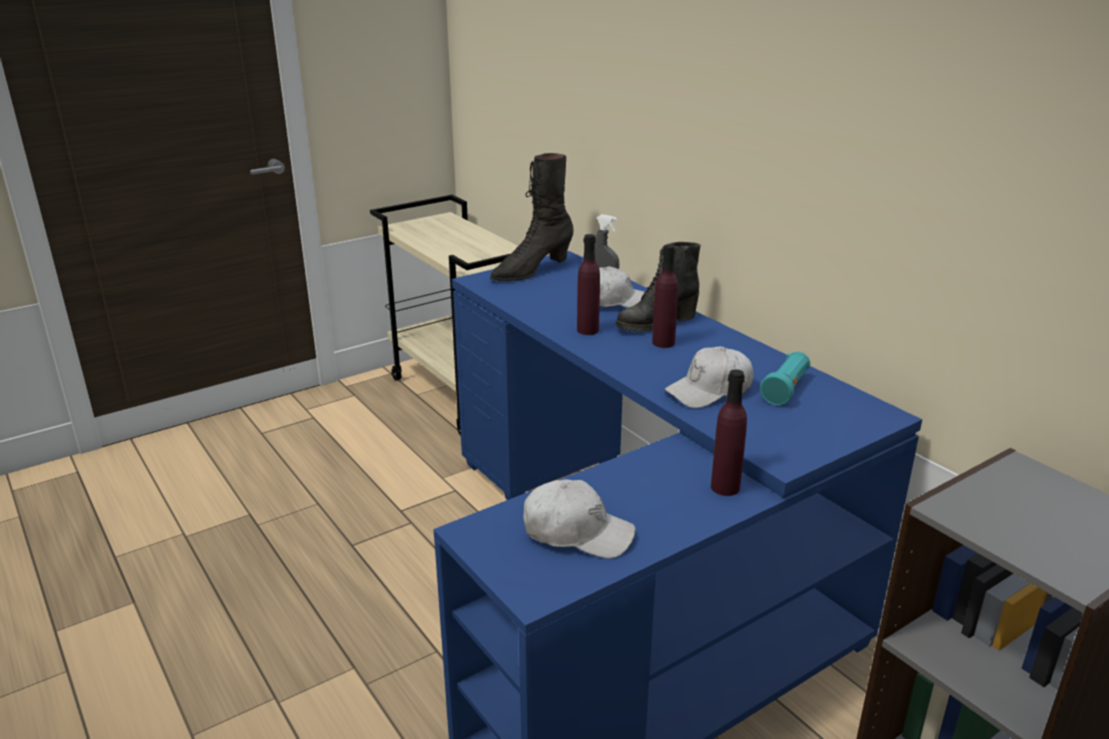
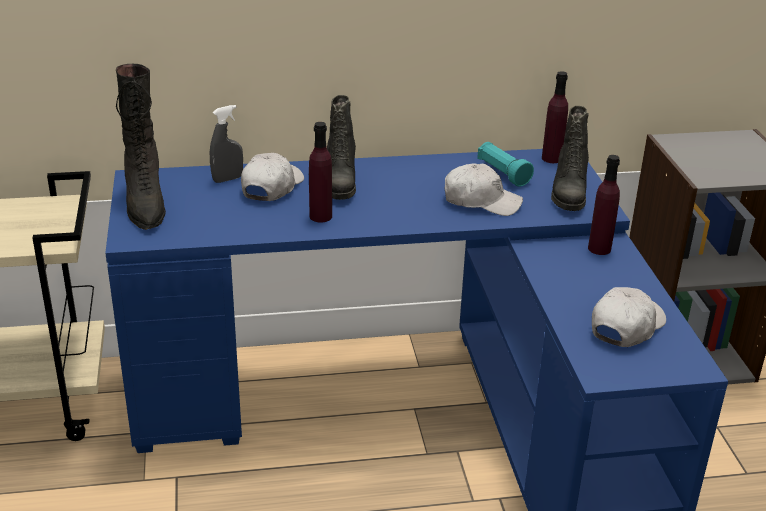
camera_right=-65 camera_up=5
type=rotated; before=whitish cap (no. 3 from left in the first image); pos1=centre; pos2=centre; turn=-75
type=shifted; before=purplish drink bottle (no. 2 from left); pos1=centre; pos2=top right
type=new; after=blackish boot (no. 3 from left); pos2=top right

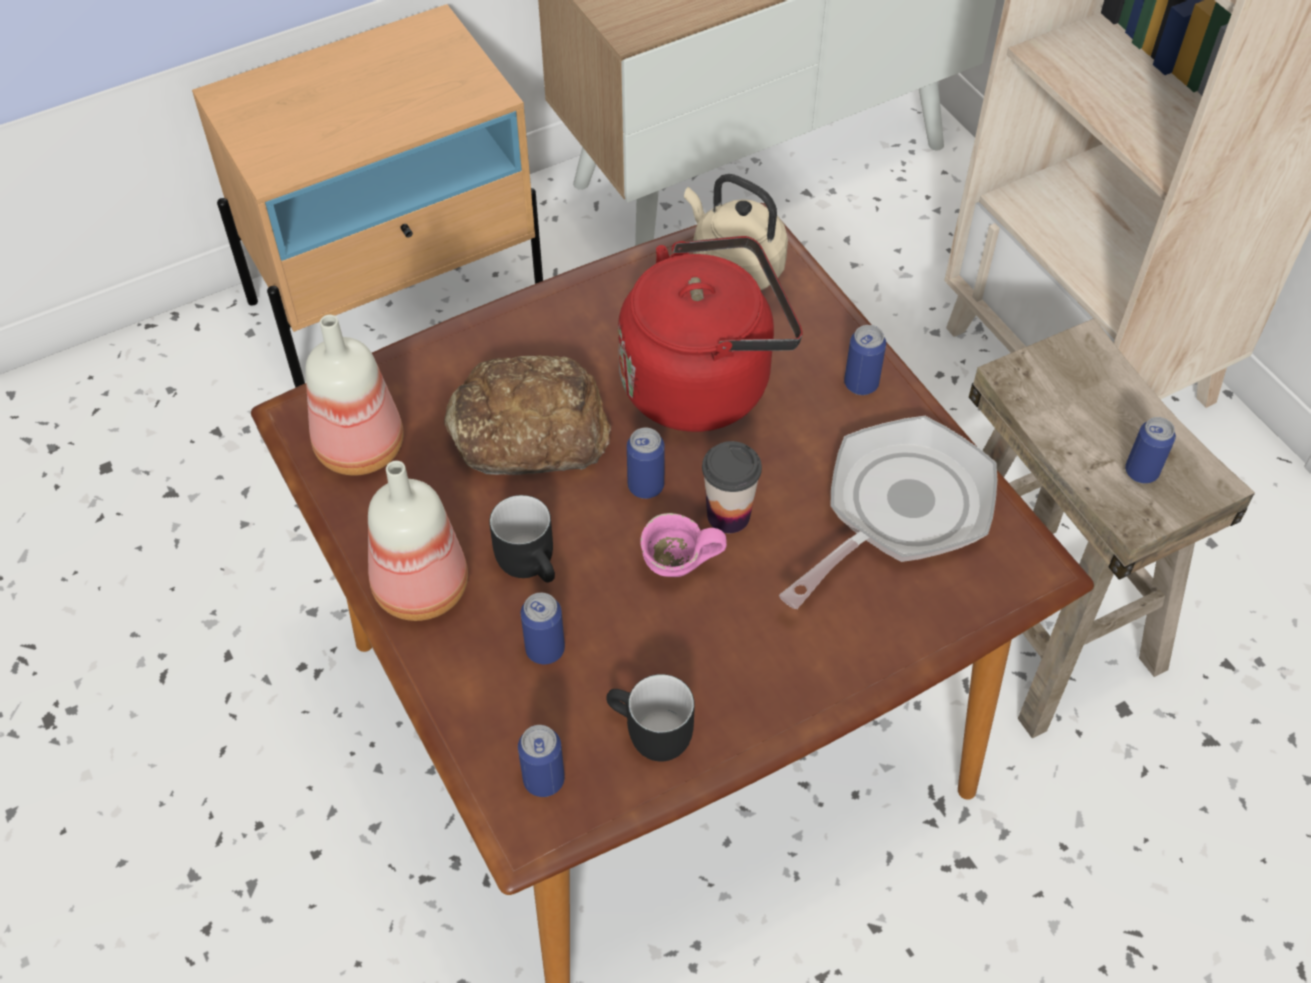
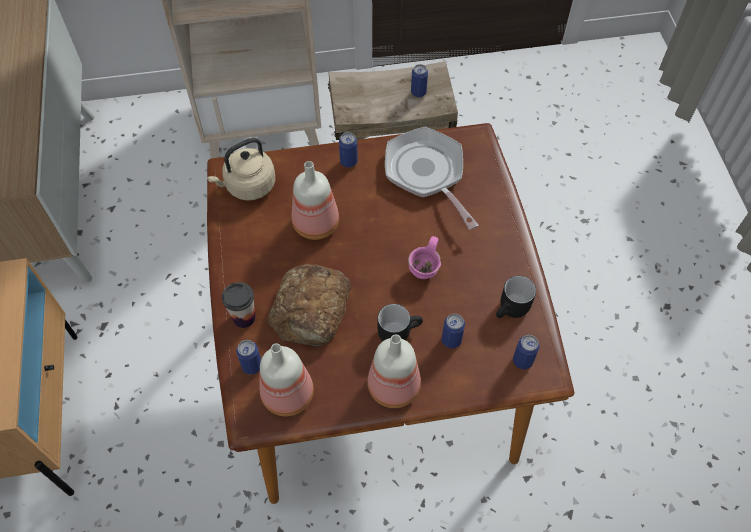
camera_right=-70 camera_up=5
type=shifted; before=small cup; pos1=centre; pos2=middle left
type=shifted; before=sealed can (no. 3 from left in the first image); after=sealed can (no. 1 from left); pos1=centre; pos2=bottom left
type=swapped; before=reddish kettle; after=drink bottle (no. 2 from left); pos1=centre; pos2=centre

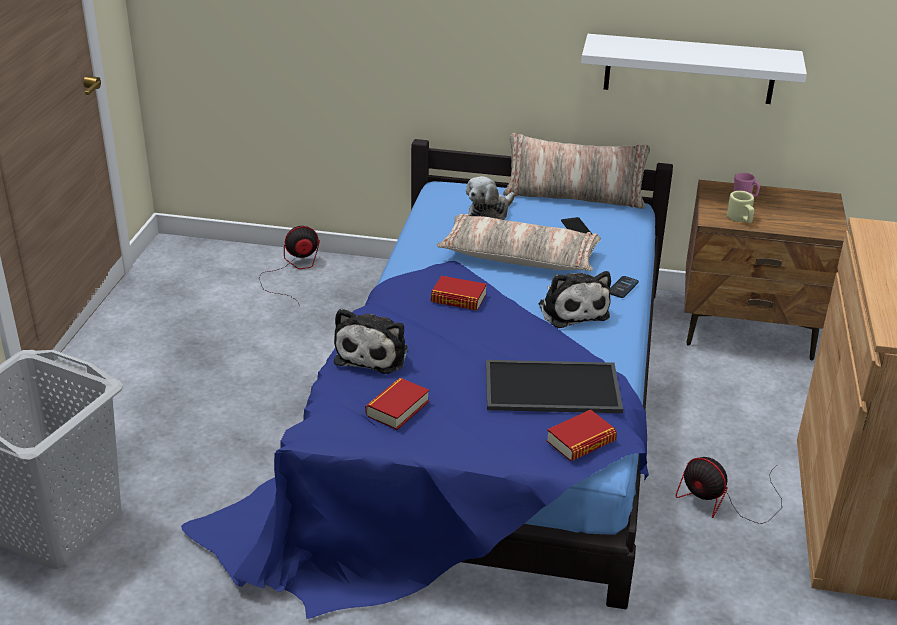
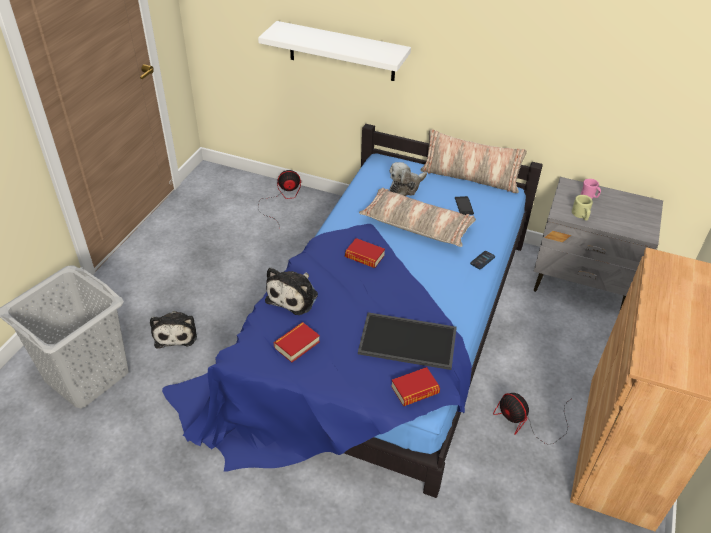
camera_right=10 camera_up=10
type=shifted; before=cuddly toy (no. 3 from left in the first image); after=cuddly toy (no. 1 from left); pos1=centre; pos2=middle left
type=shifted; before=whitish shelf; pos1=top right; pos2=top centre
type=repainted; before=brown-coloured nightstand; after=greyish nightstand; pos1=middle right; pos2=middle right

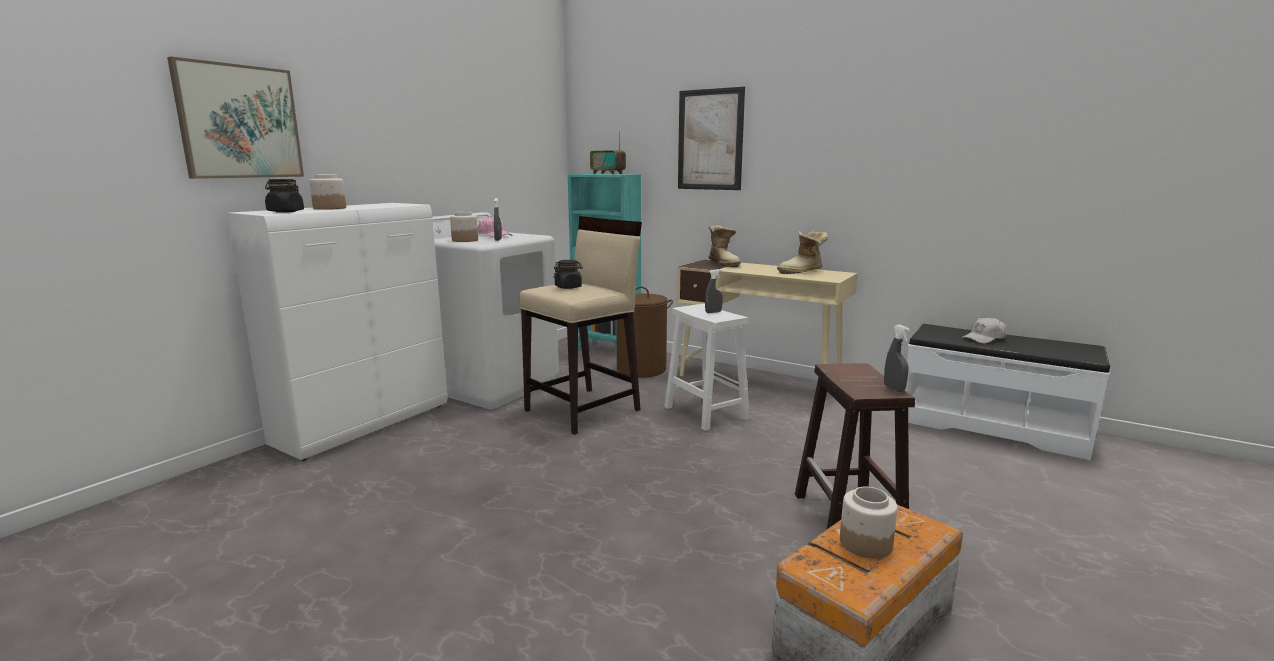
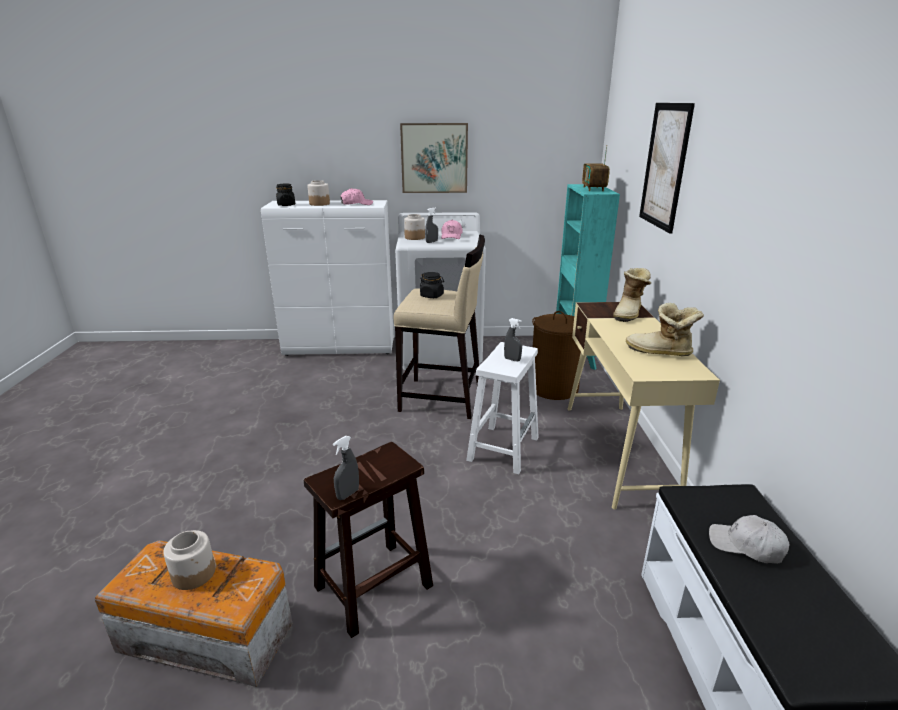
camera_right=55 camera_up=10
type=new; after=pinkish cap (no. 1 from left); pos2=top centre
type=shifted; before=picture (no. 1 from left); pos1=top left; pos2=top centre

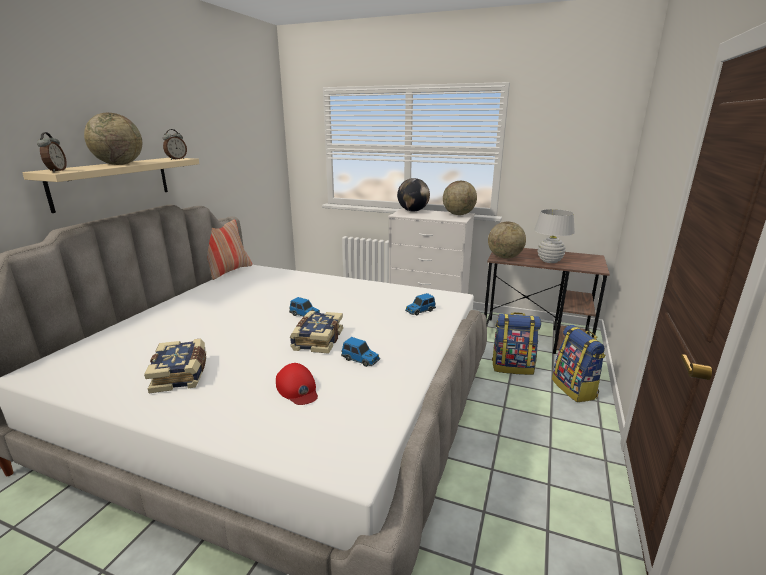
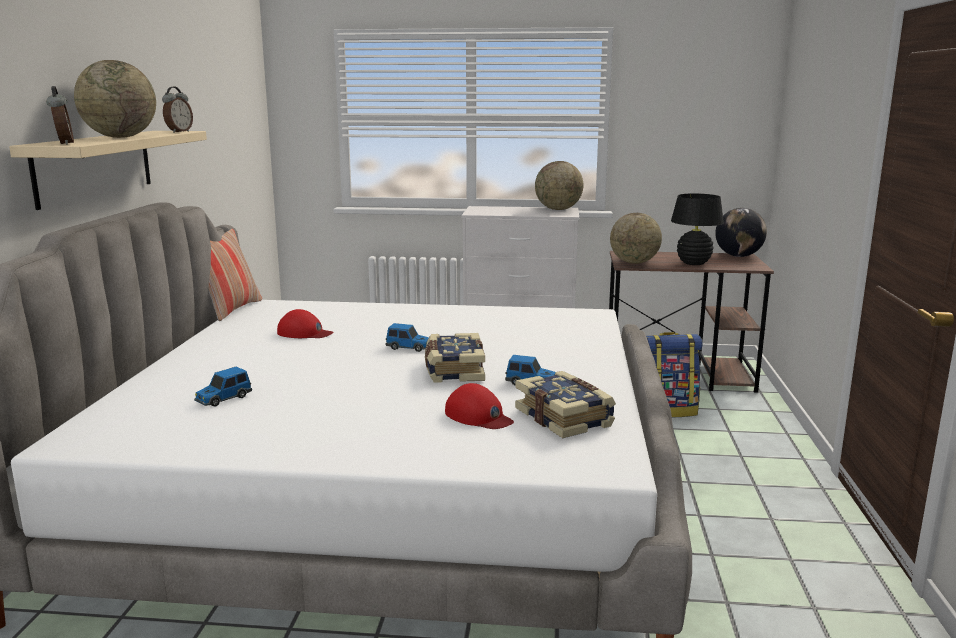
camera_right=-15 camera_up=-5
type=shifted; before=model car (no. 3 from left in the first image); after=model car (no. 1 from left); pos1=centre; pos2=middle left
type=new; after=reddish cap (no. 1 from left); pos2=middle left
type=shifted; before=bound book (no. 1 from left in the first image); after=bound book (no. 2 from left); pos1=middle left; pos2=centre
type=repainted; before=whitish tabletop lamp; after=blackish tabletop lamp; pos1=middle right; pos2=middle right
type=shifted; before=world globe (no. 2 from left in the first image); after=world globe (no. 4 from left); pos1=centre; pos2=middle right
type=gone; before=backpack (no. 2 from left); pos1=middle right

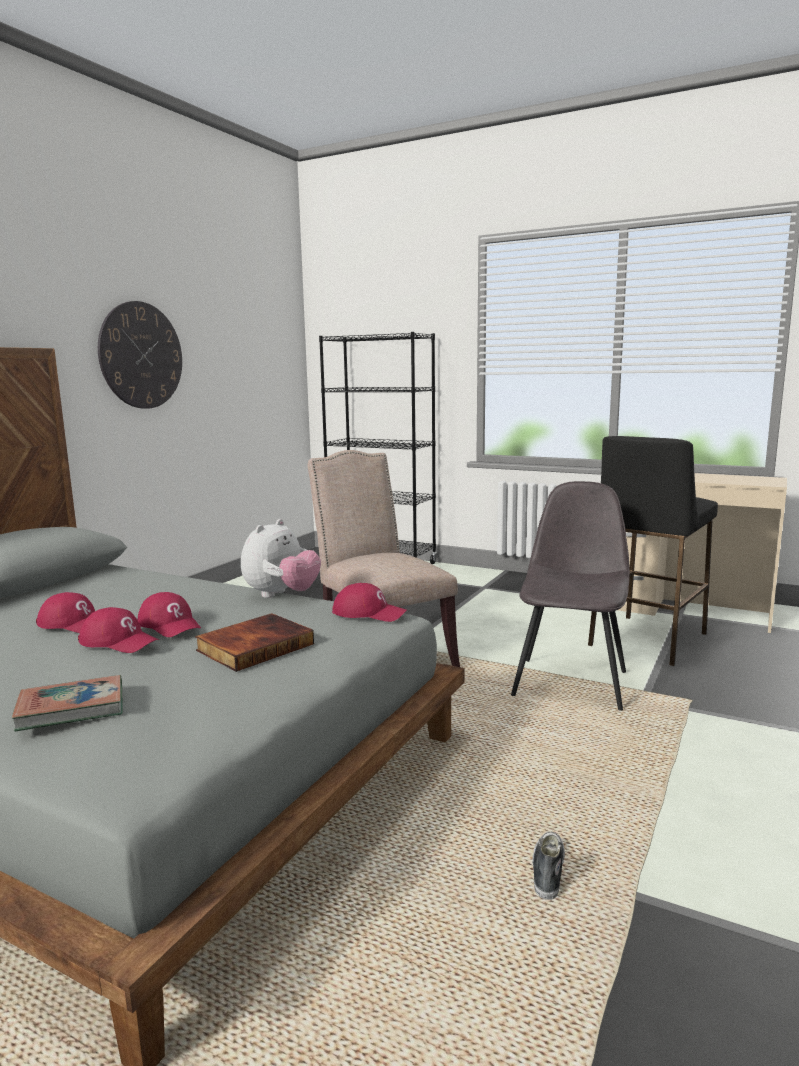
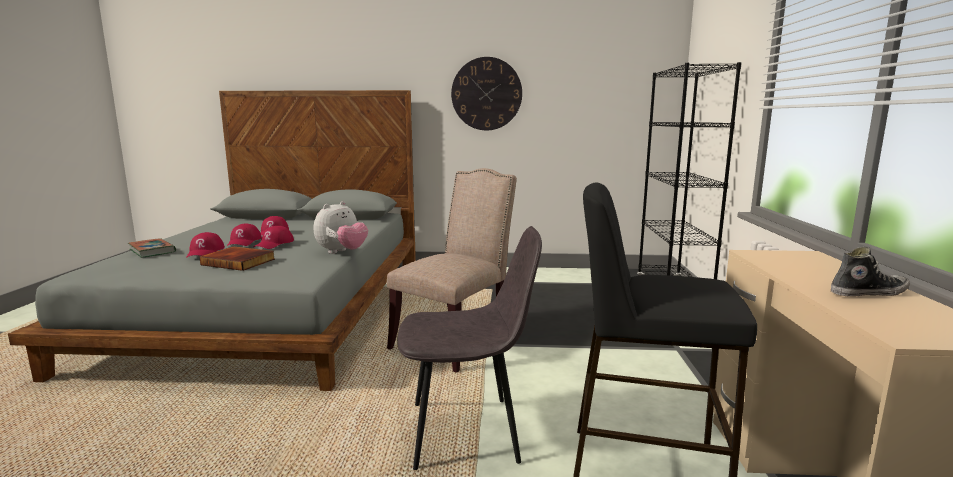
camera_right=65 camera_up=0
type=shifted; before=reddish cap (no. 4 from left in the first image); after=reddish cap (no. 1 from left); pos1=centre; pos2=middle left
type=rotated; before=cuddly toy; pos1=centre; pos2=centre; turn=-60
type=shifted; before=low shoe; pos1=bottom right; pos2=middle right

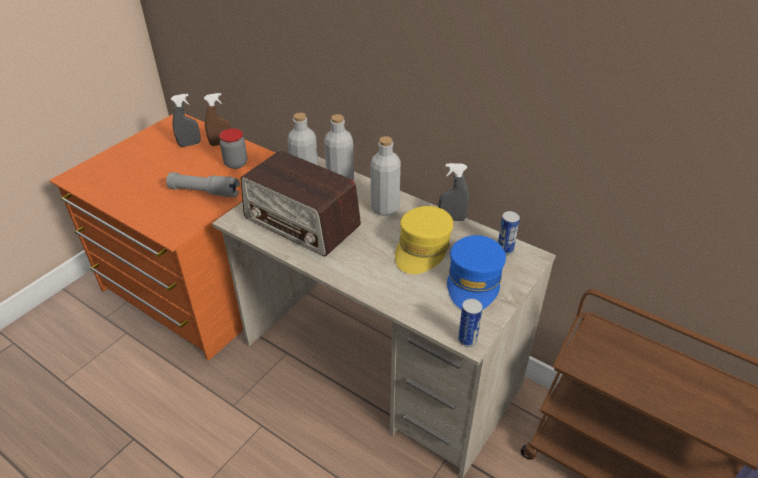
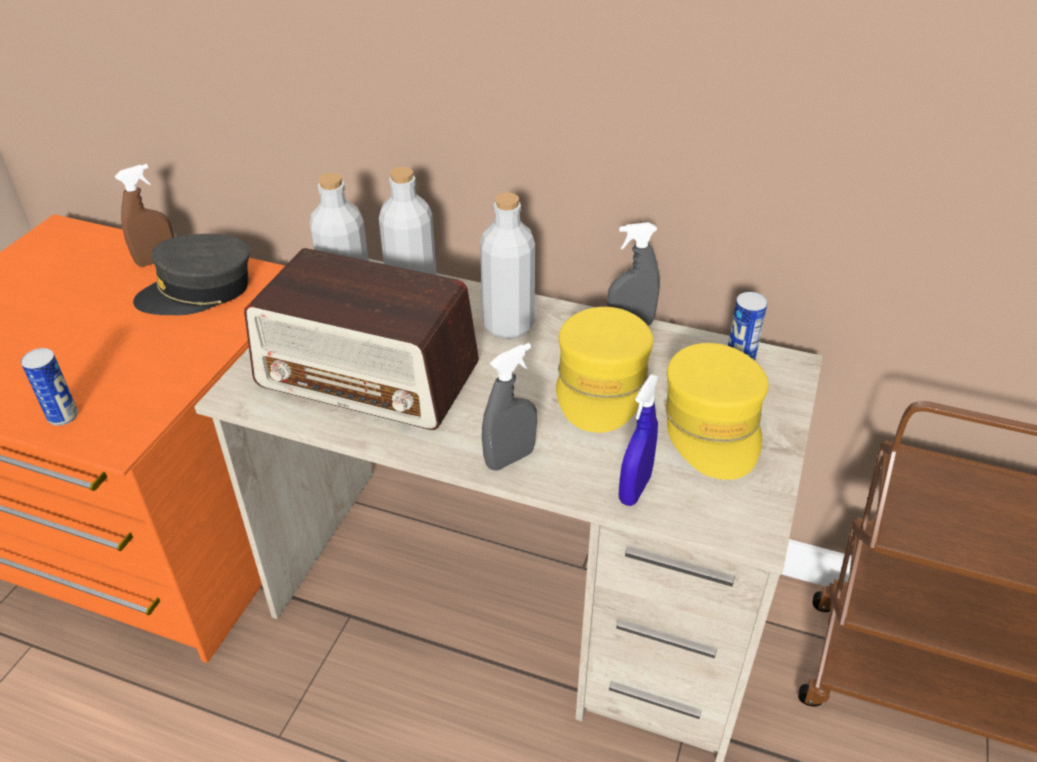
camera_right=-15 camera_up=0
type=shifted; before=sealed can (no. 1 from left); pos1=bottom centre; pos2=middle left
type=swapped; before=jar; after=greyish cap; pos1=top left; pos2=middle left
type=shifted; before=greyish spray bottle (no. 1 from left); pos1=top left; pos2=centre
type=new; after=bluish spray bottle; pos2=centre
type=repainted; before=bluish cap; after=yellowish cap (no. 2 from left); pos1=centre; pos2=middle right
type=gone; before=greyish flashlight; pos1=middle left

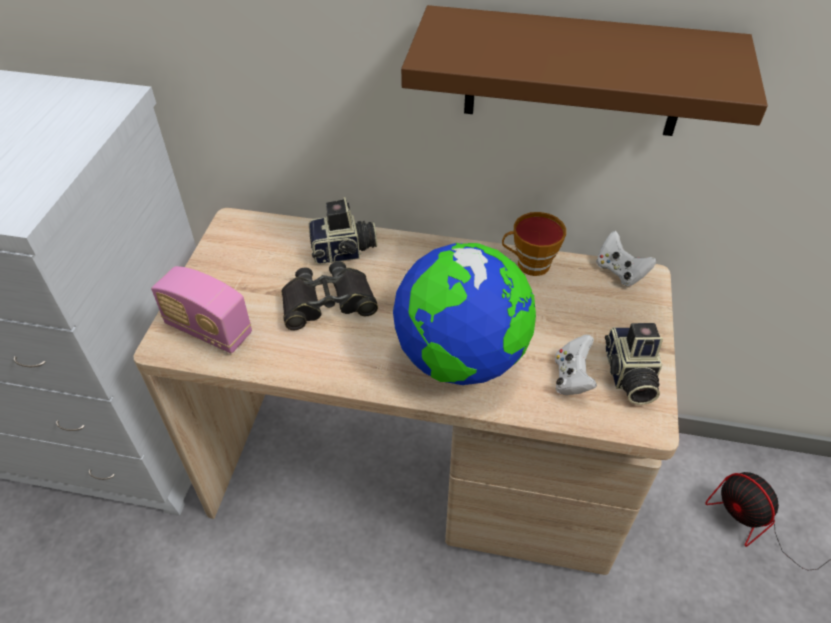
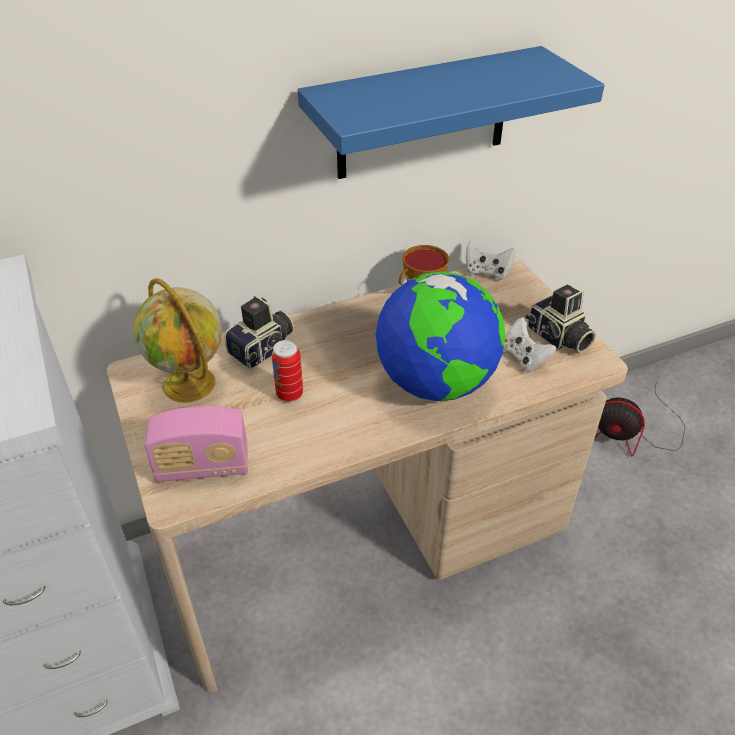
camera_right=-35 camera_up=-5
type=new; after=world globe (no. 1 from left); pos2=middle left
type=swapped; before=blackish pair of binoculars; after=sealed can; pos1=centre; pos2=centre
type=repainted; before=brown-coloured shelf; after=bluish shelf; pos1=top right; pos2=top centre

